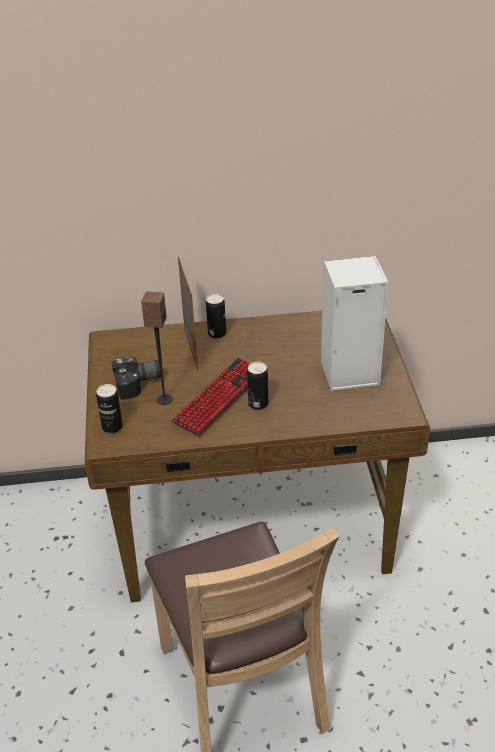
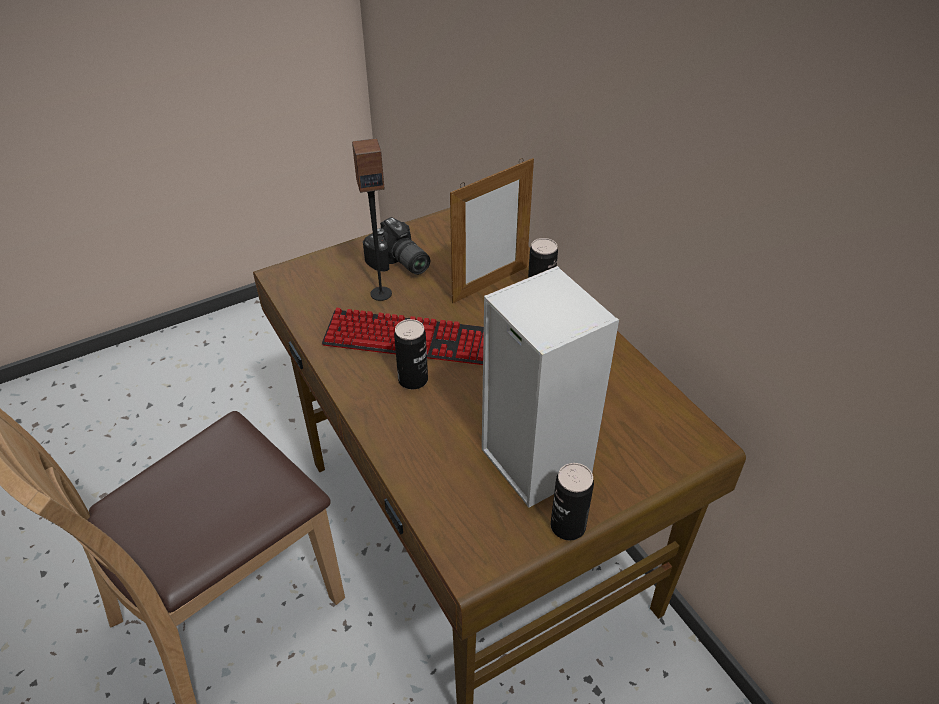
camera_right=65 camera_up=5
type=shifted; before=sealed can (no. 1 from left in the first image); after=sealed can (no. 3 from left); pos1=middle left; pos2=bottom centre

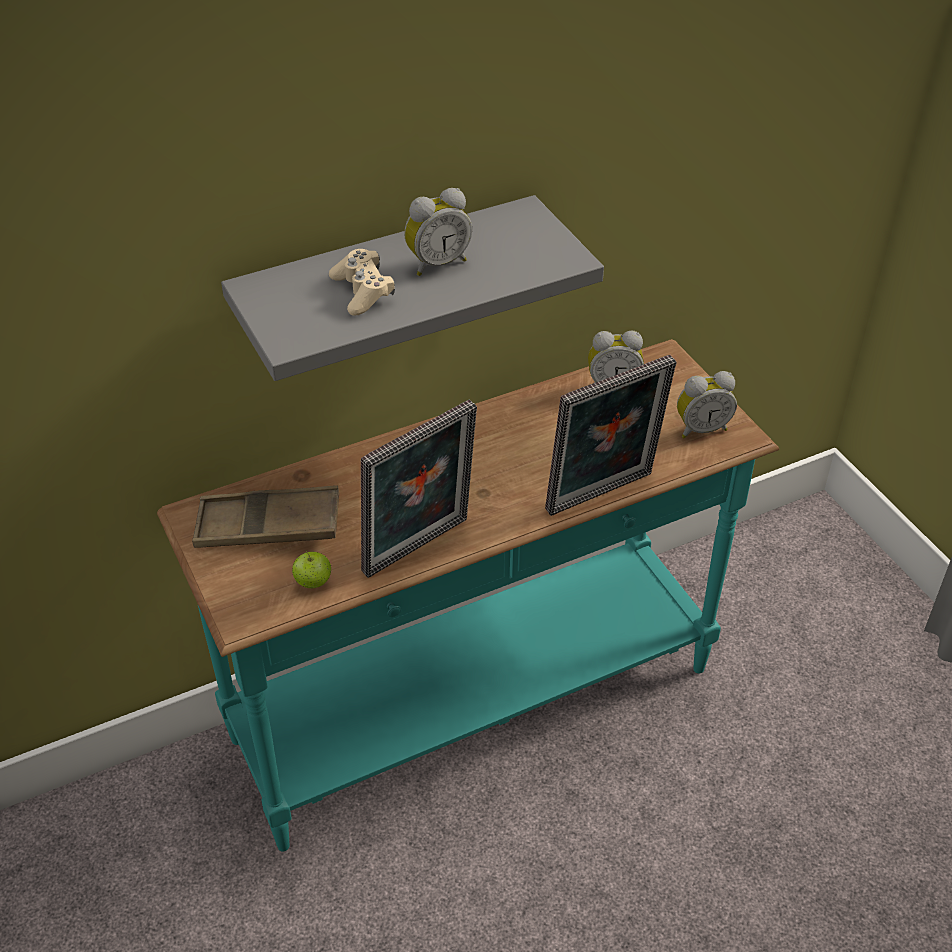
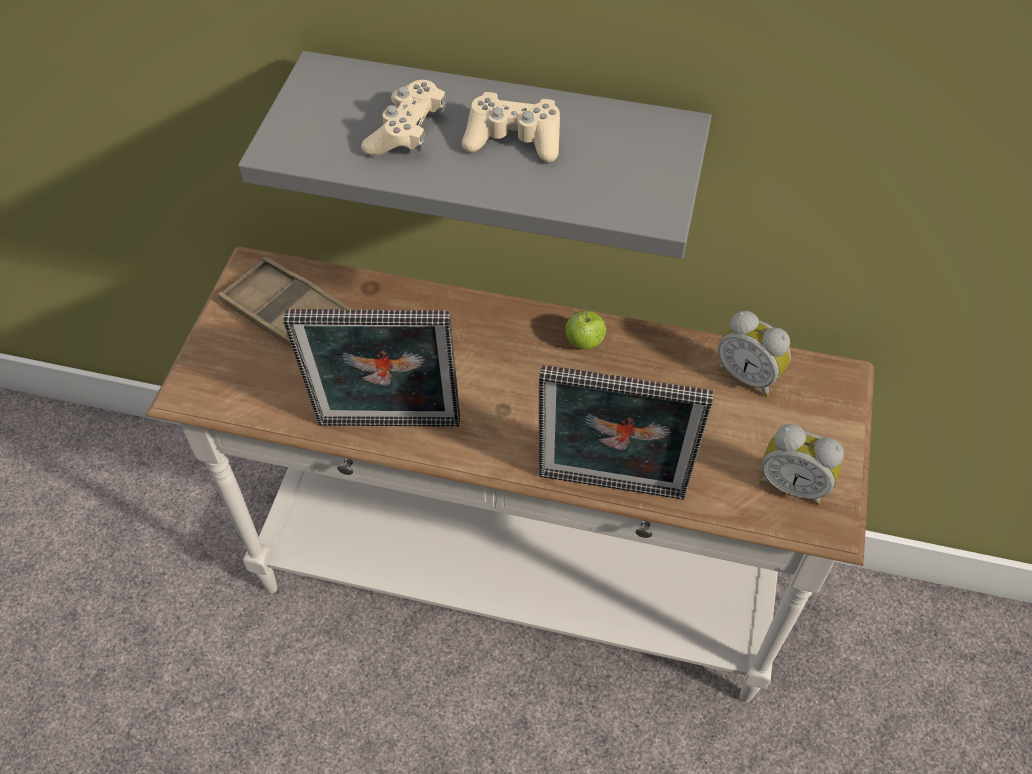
camera_right=40 camera_up=10
type=repainted; before=blue-green console table; after=whitish console table; pos1=centre; pos2=centre
type=swapped; before=bedside clock (no. 1 from left); after=sand-coloured game controller (no. 2 from left); pos1=top centre; pos2=top centre
type=shifted; before=whole apple; pos1=middle left; pos2=centre

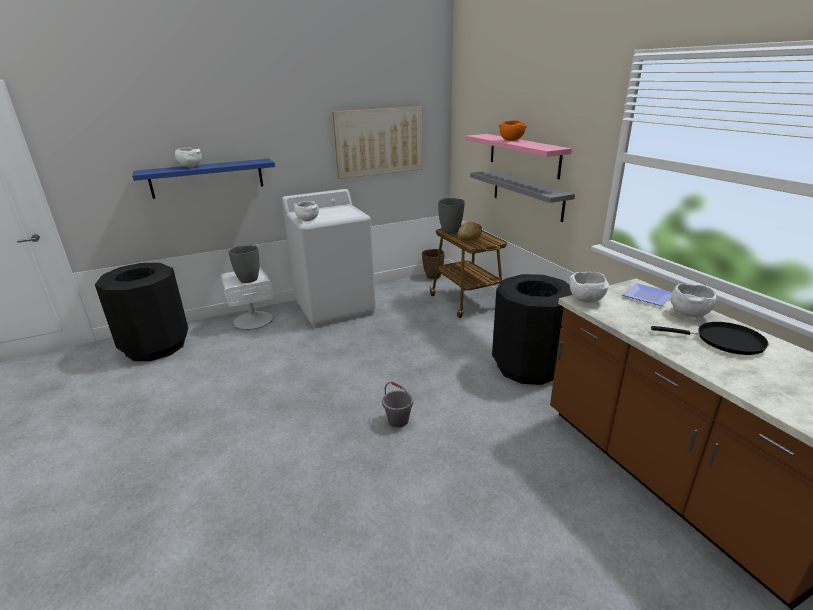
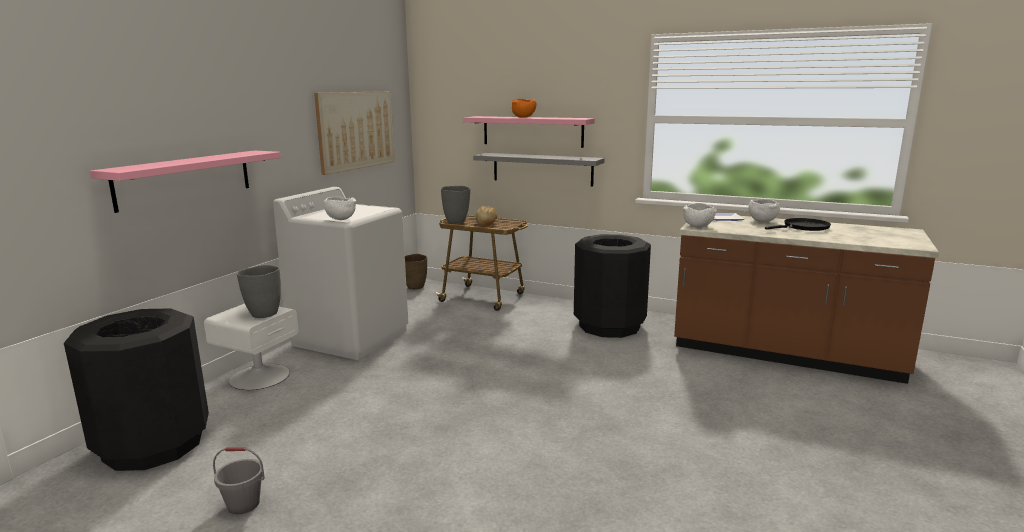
camera_right=-40 camera_up=-10
type=repainted; before=bluish shelf; after=pinkish shelf (no. 1 from left); pos1=top left; pos2=middle left
type=shifted; before=greyish bucket; pos1=centre; pos2=bottom left
type=gone; before=whitish deep dish (no. 1 from left); pos1=top left

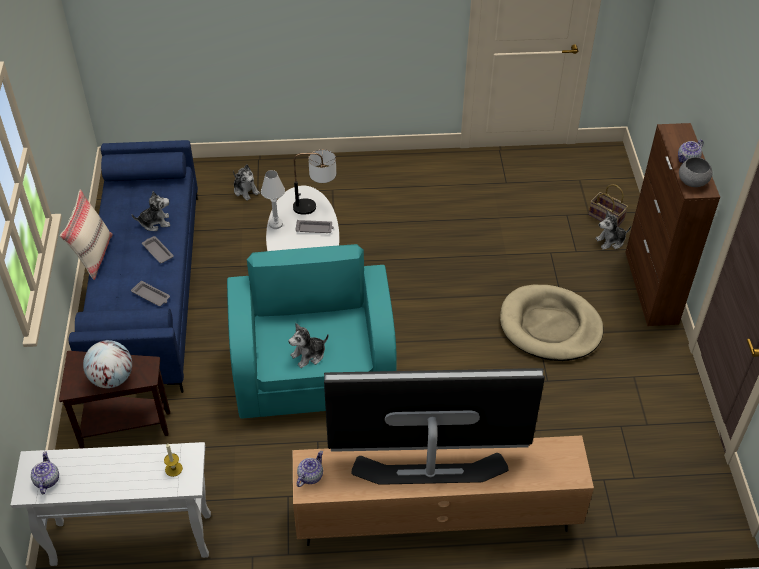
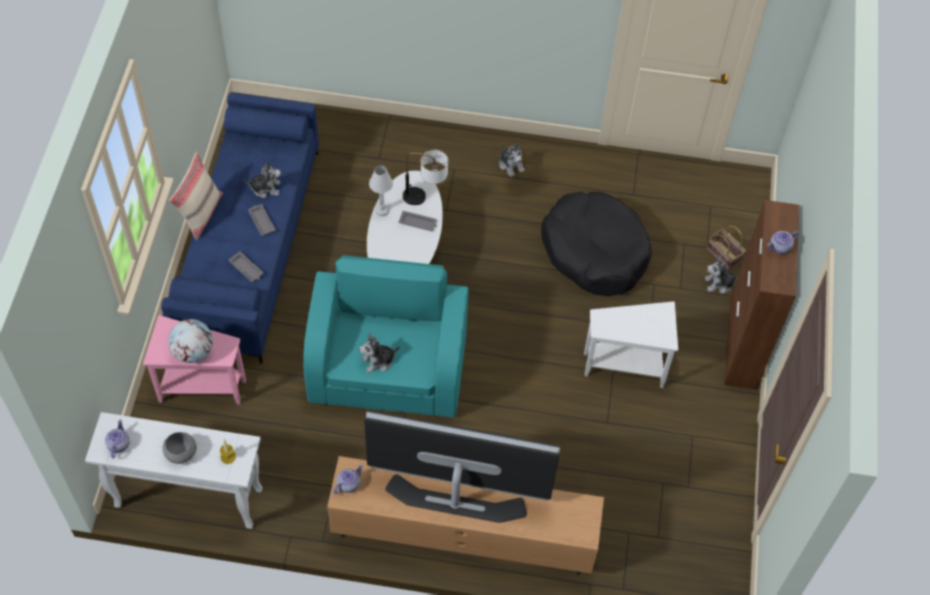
camera_right=10 camera_up=10
type=repainted; before=brown-coloured end table; after=pinkish end table; pos1=bottom left; pos2=middle left
type=shifted; before=greyish deep dish; pos1=top right; pos2=bottom left
type=shifted; before=cuddly toy (no. 2 from left in the first image); after=cuddly toy (no. 3 from left); pos1=top left; pos2=top centre
type=new; after=blackish dog cushion; pos2=centre
type=swapped; before=sand-coloured dog cushion; after=whitish end table; pos1=middle right; pos2=middle right

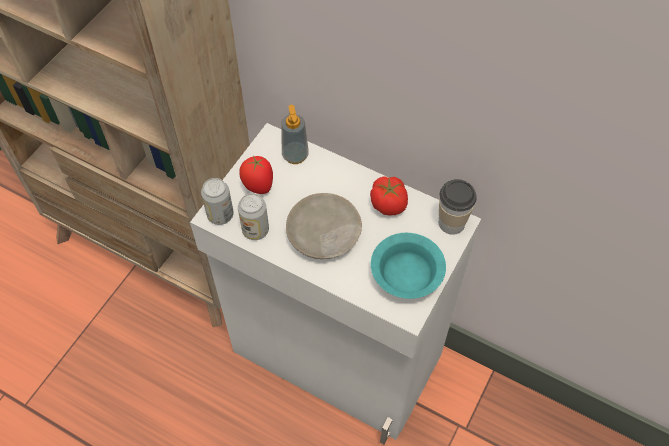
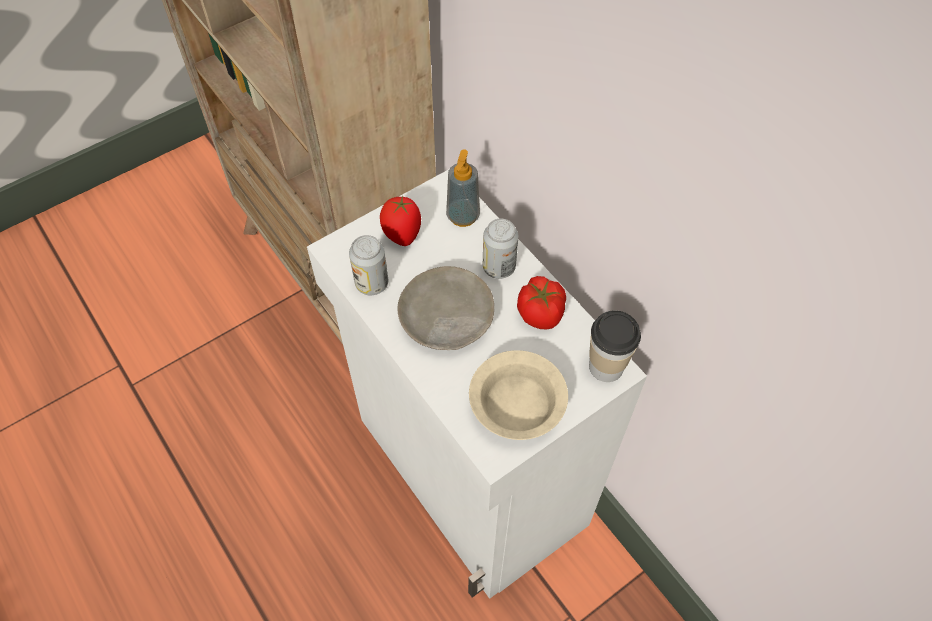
camera_right=25 camera_up=0
type=repainted; before=blue-green deep dish; after=sand-coloured deep dish; pos1=centre; pos2=centre
type=shifted; before=sealed can (no. 1 from left in the first image); after=sealed can (no. 2 from left); pos1=middle left; pos2=centre

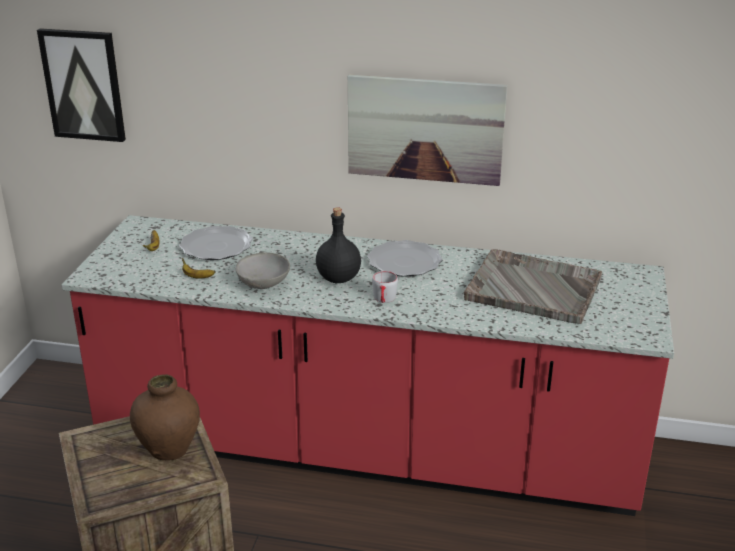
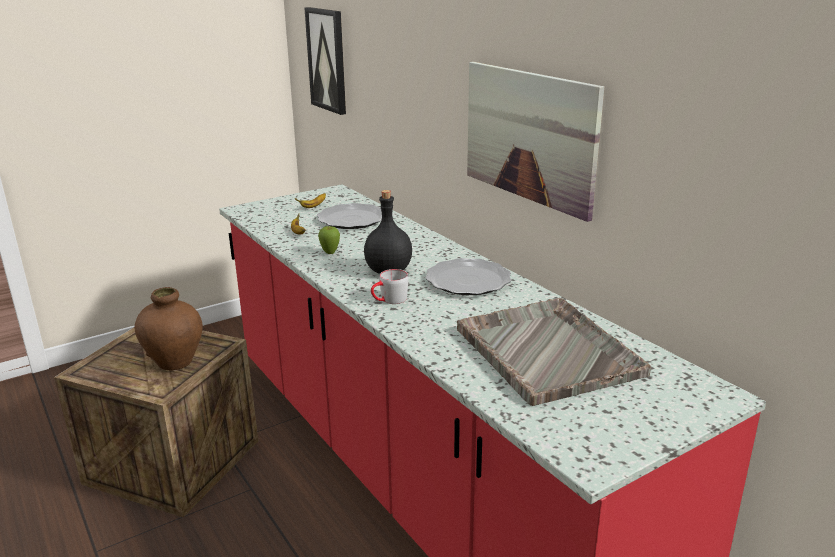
camera_right=45 camera_up=-5
type=swapped; before=greyish deep dish; after=whole apple; pos1=centre; pos2=centre

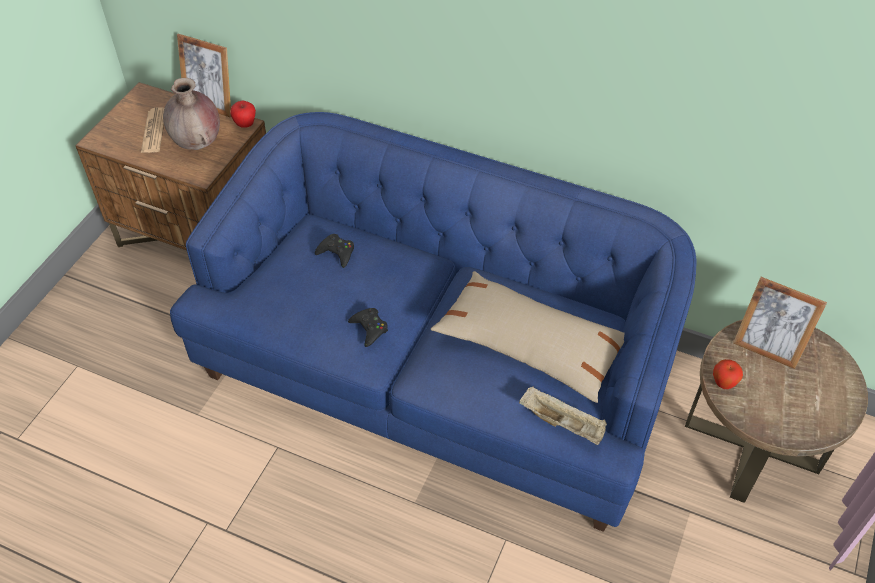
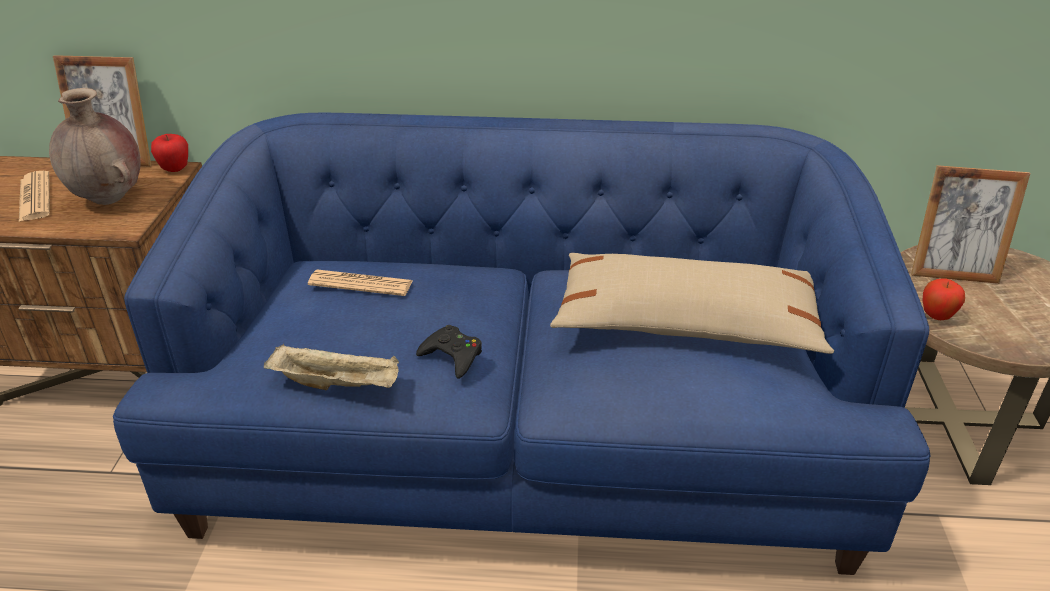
camera_right=-20 camera_up=-15
type=shifted; before=sand-coloured serving tray; pos1=bottom centre; pos2=middle left
type=swapped; before=blackish game controller (no. 1 from left); after=newspaper (no. 2 from left); pos1=centre; pos2=centre

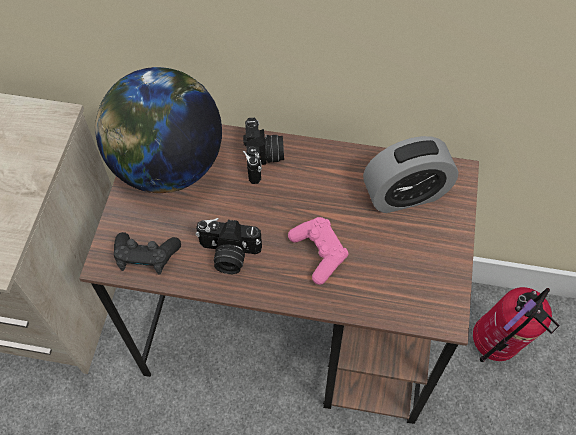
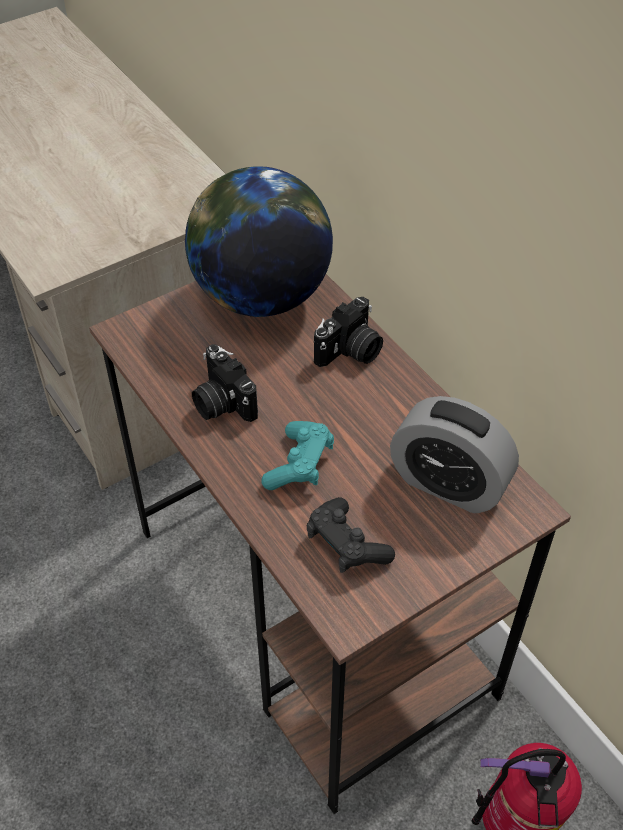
camera_right=45 camera_up=-10
type=repainted; before=pinkish game controller; after=blue-green game controller; pos1=centre; pos2=centre
type=shifted; before=blackish game controller; pos1=middle left; pos2=centre

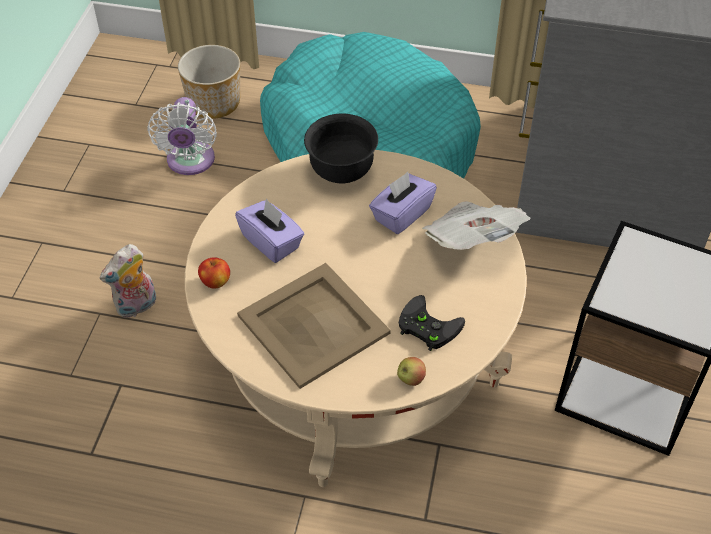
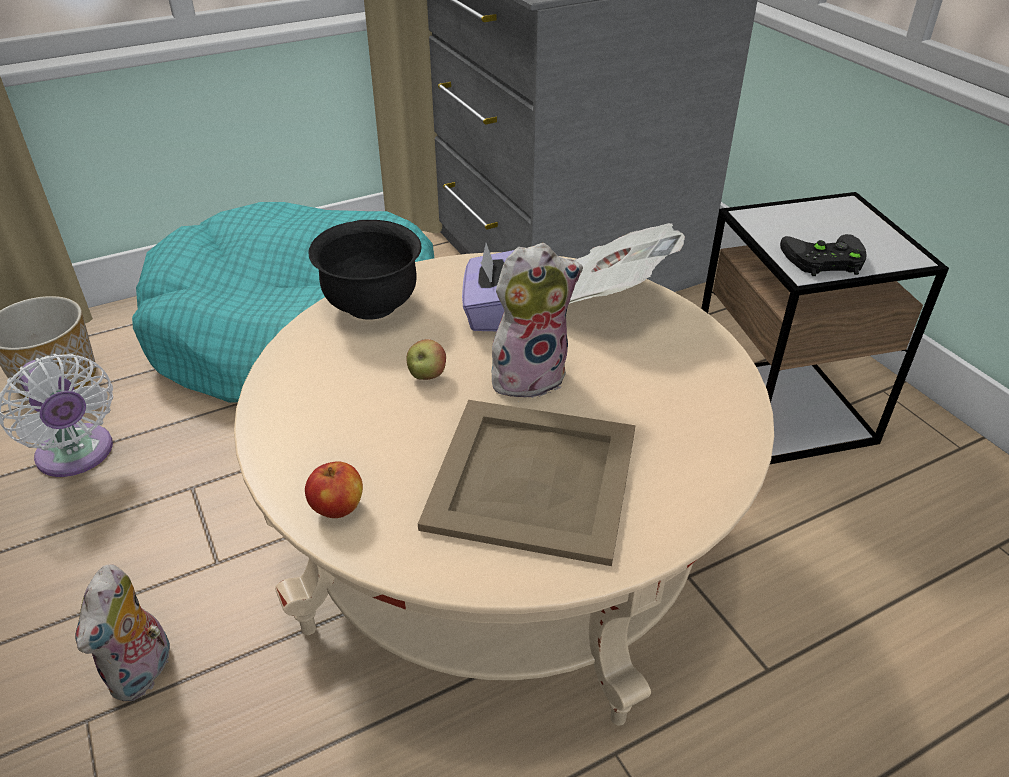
camera_right=-40 camera_up=-10
type=shifted; before=whole apple (no. 2 from left); pos1=bottom centre; pos2=centre
type=new; after=cuddly toy (no. 2 from left); pos2=centre
type=shifted; before=blackish game controller; pos1=centre; pos2=top right
type=gone; before=purplish tissue box (no. 1 from left); pos1=centre

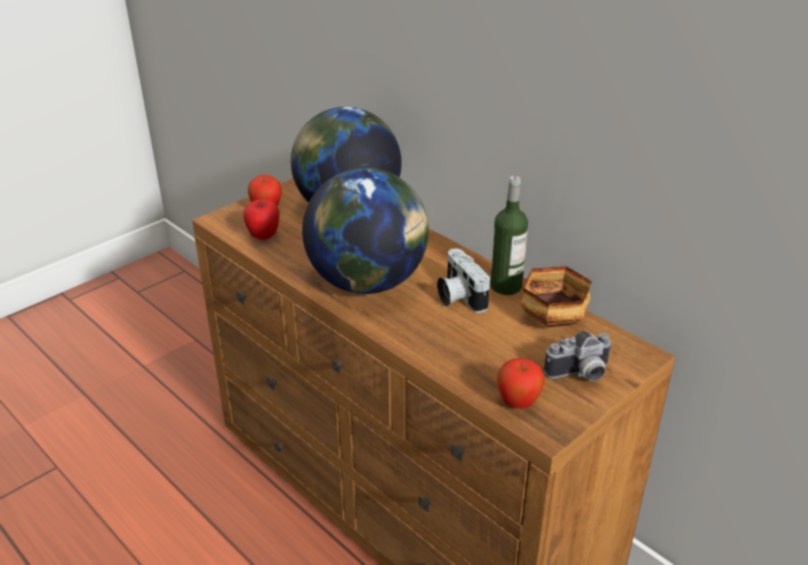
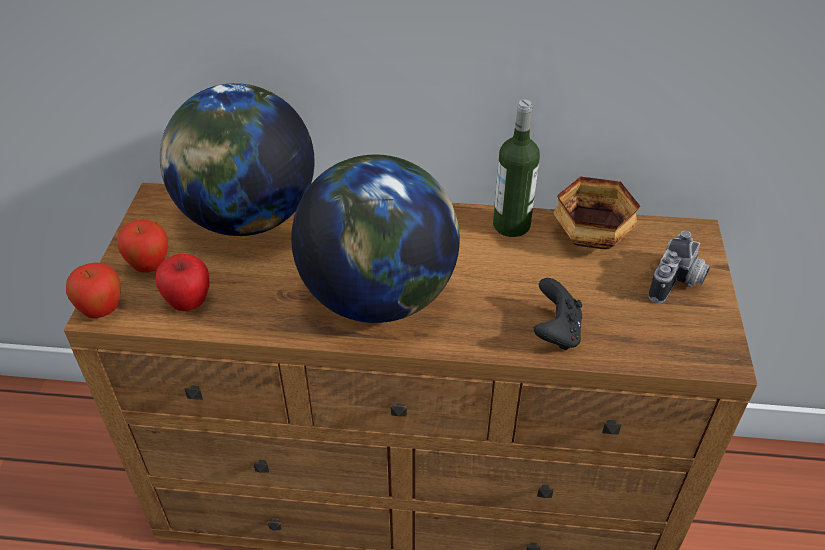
camera_right=-40 camera_up=10
type=shifted; before=whole apple (no. 3 from left in the first image); after=whole apple (no. 1 from left); pos1=bottom centre; pos2=middle left
type=new; after=blackish game controller; pos2=middle right
type=gone; before=photo camera (no. 1 from left); pos1=centre

